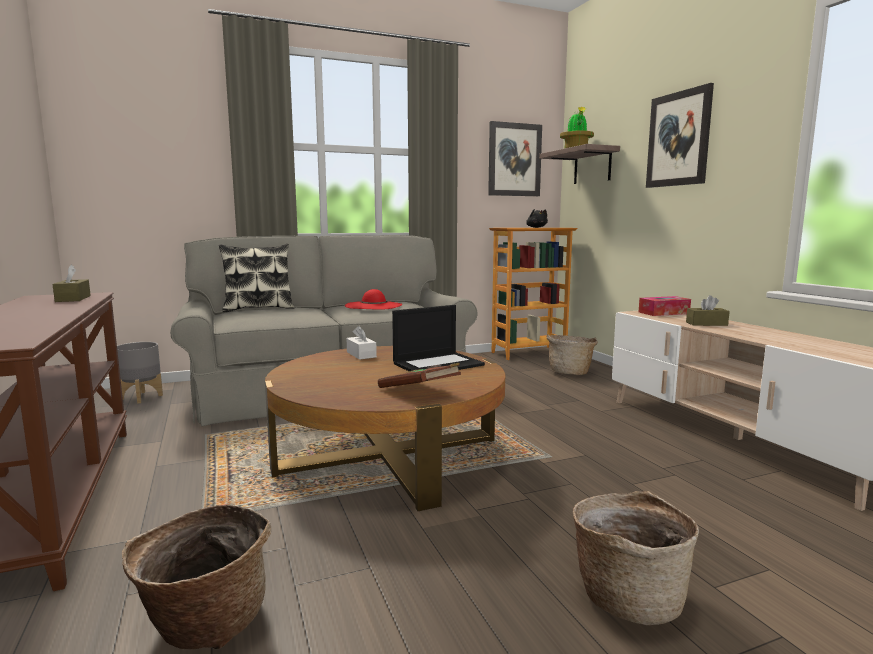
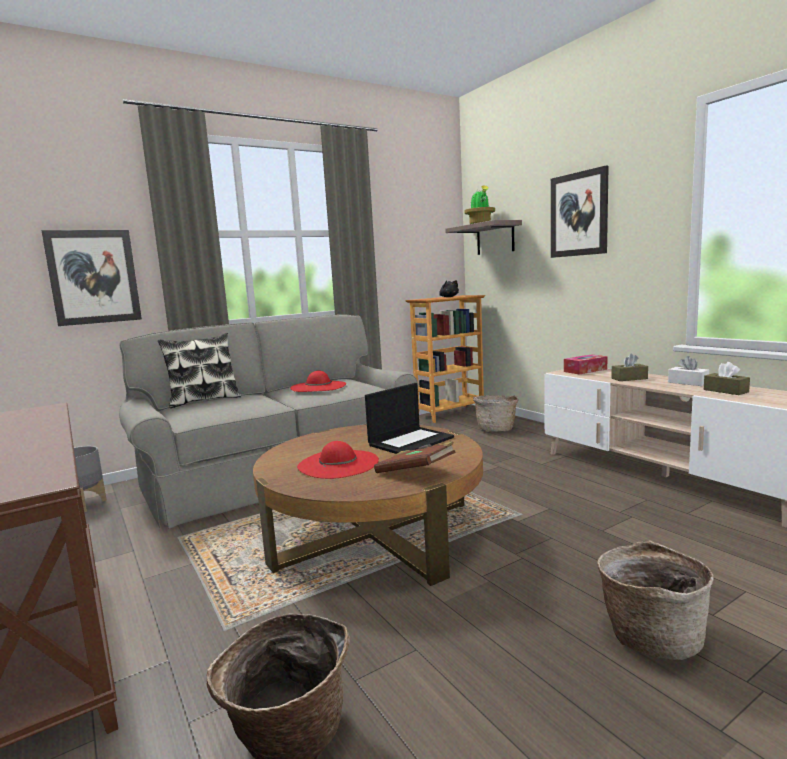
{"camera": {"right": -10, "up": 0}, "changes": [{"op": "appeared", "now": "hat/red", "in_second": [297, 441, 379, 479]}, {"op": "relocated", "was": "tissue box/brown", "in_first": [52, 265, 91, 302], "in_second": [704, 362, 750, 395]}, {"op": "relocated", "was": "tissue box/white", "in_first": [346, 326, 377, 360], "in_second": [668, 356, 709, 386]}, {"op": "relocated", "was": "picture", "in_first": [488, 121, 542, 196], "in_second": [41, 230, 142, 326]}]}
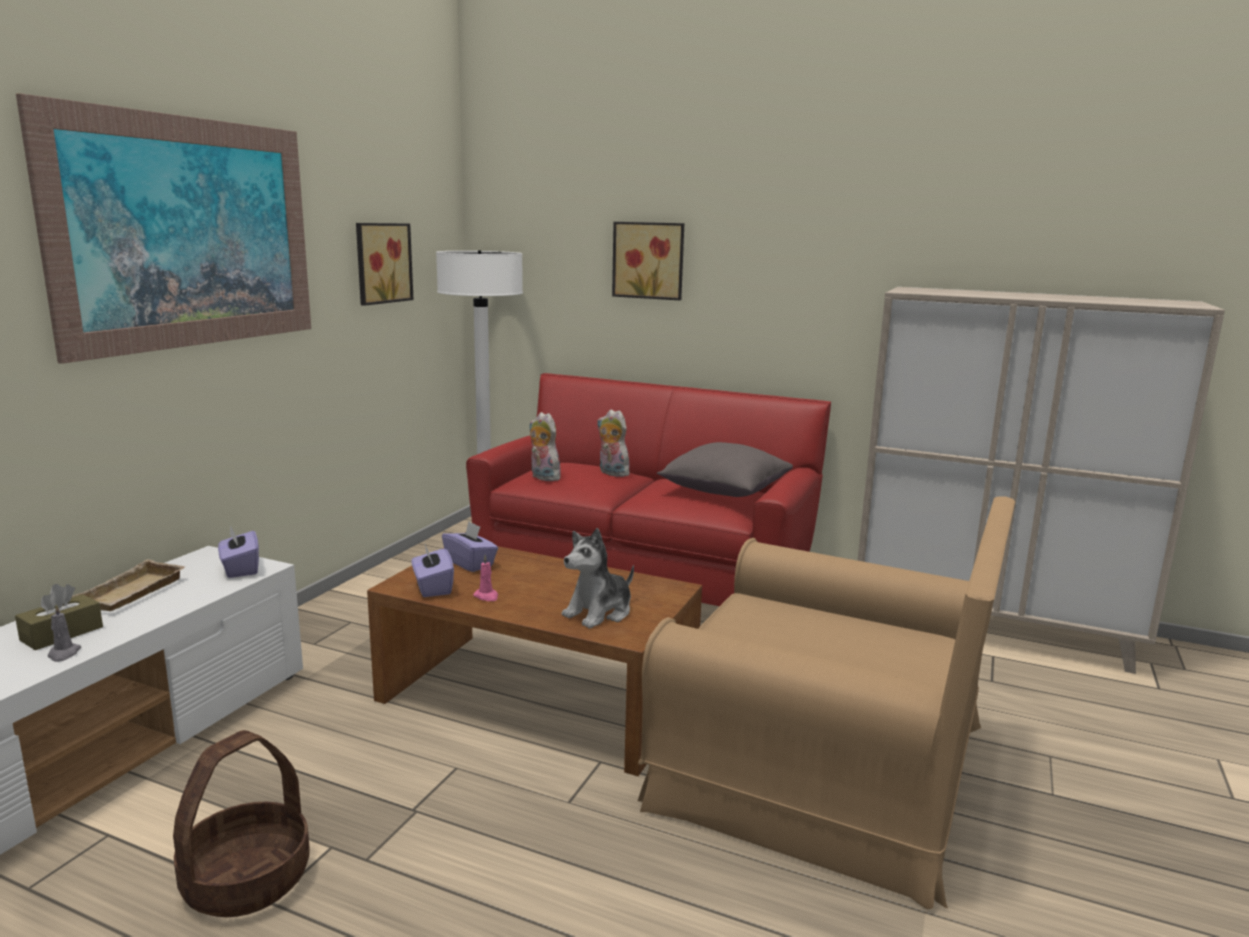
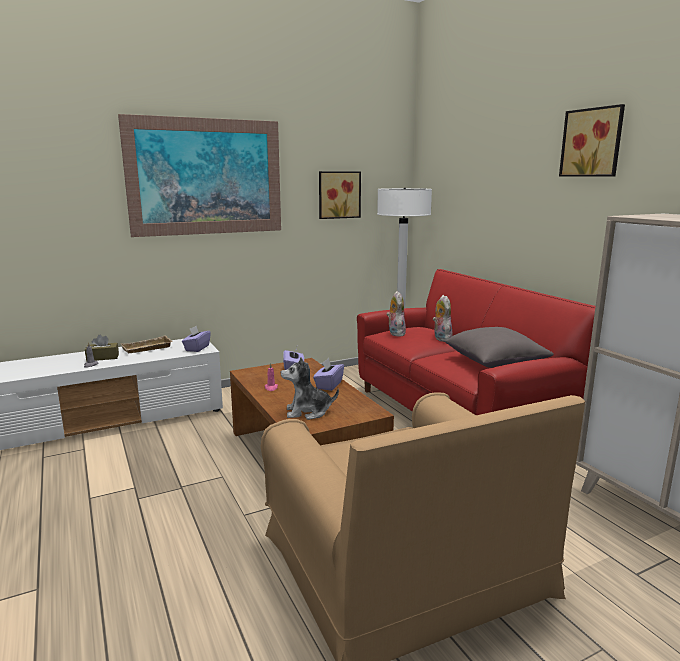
{"camera": {"right": 40, "up": 0}, "changes": [{"op": "missing", "was": "basket", "in_first": [173, 730, 310, 917]}, {"op": "relocated", "was": "tissue box/purple", "in_first": [411, 544, 454, 597], "in_second": [313, 358, 344, 391]}, {"op": "relocated", "was": "picture", "in_first": [612, 222, 684, 300], "in_second": [559, 104, 625, 177]}]}
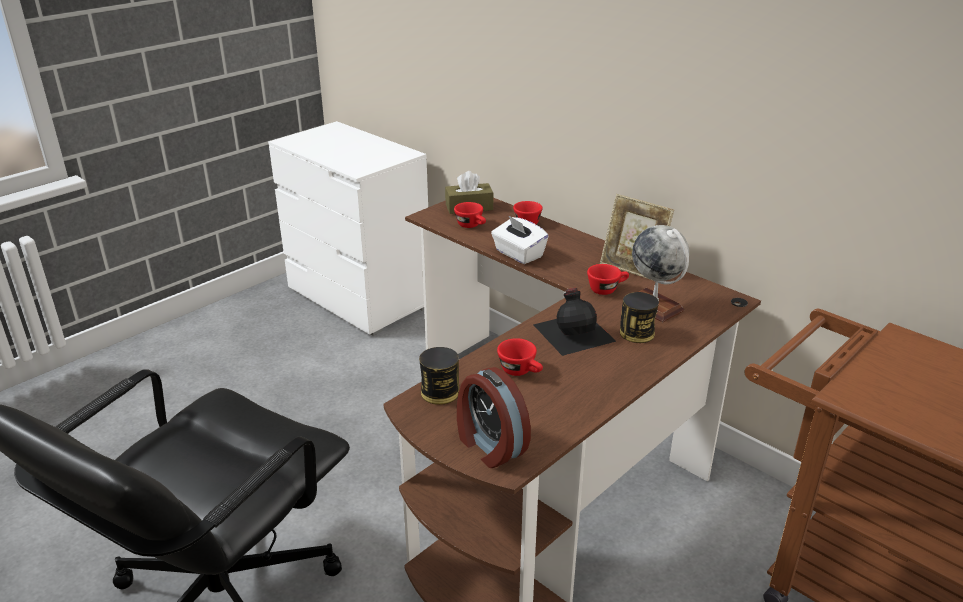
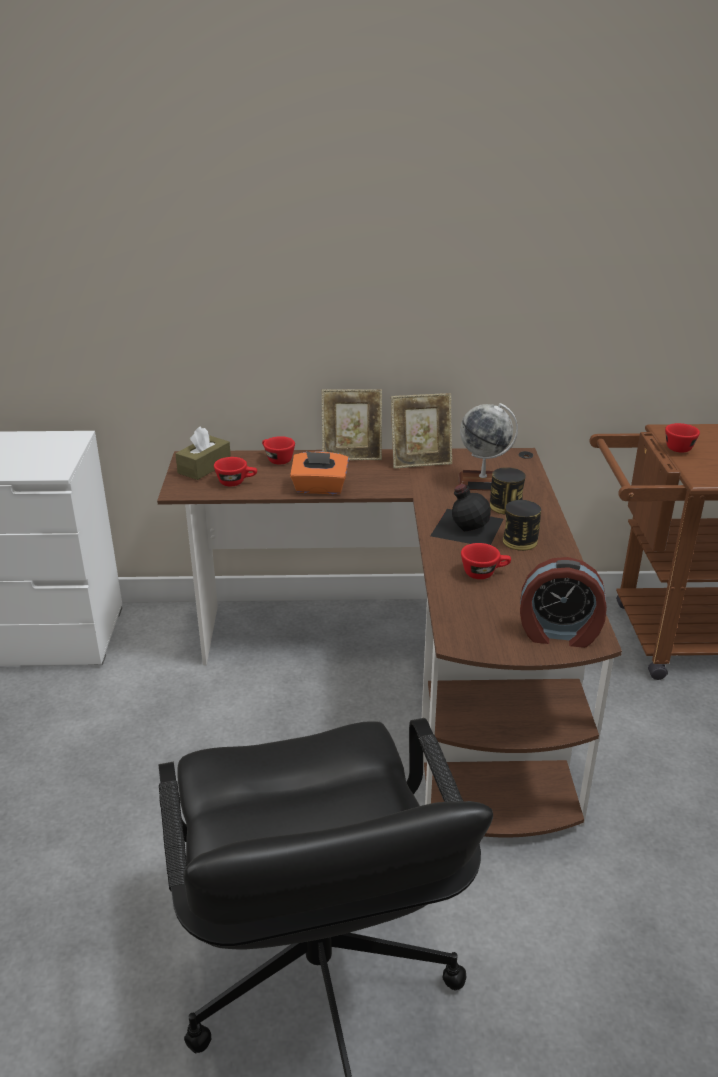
{"camera": {"right": -45, "up": 0}, "changes": [{"op": "appeared", "now": "picture frame", "in_second": [322, 389, 382, 460]}, {"op": "relocated", "was": "can", "in_first": [419, 347, 459, 405], "in_second": [502, 500, 541, 551]}, {"op": "relocated", "was": "cup/red", "in_first": [587, 264, 629, 295], "in_second": [665, 423, 700, 453]}, {"op": "colour", "was": "tissue box/white", "now": "tissue box/orange", "in_first": [491, 216, 548, 264], "in_second": [290, 451, 349, 494]}]}
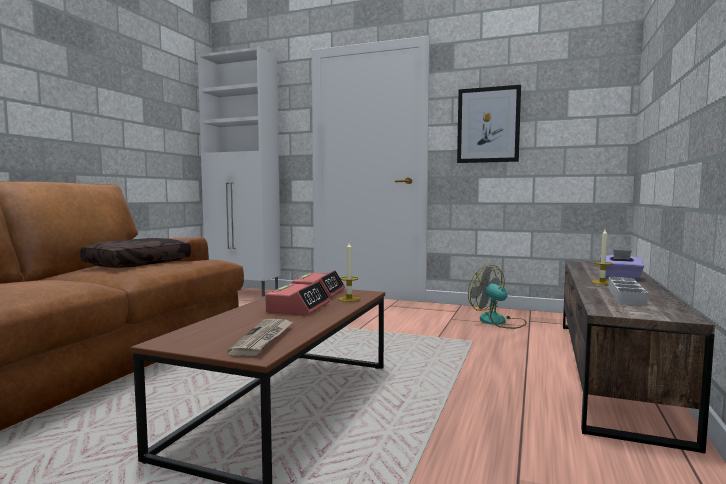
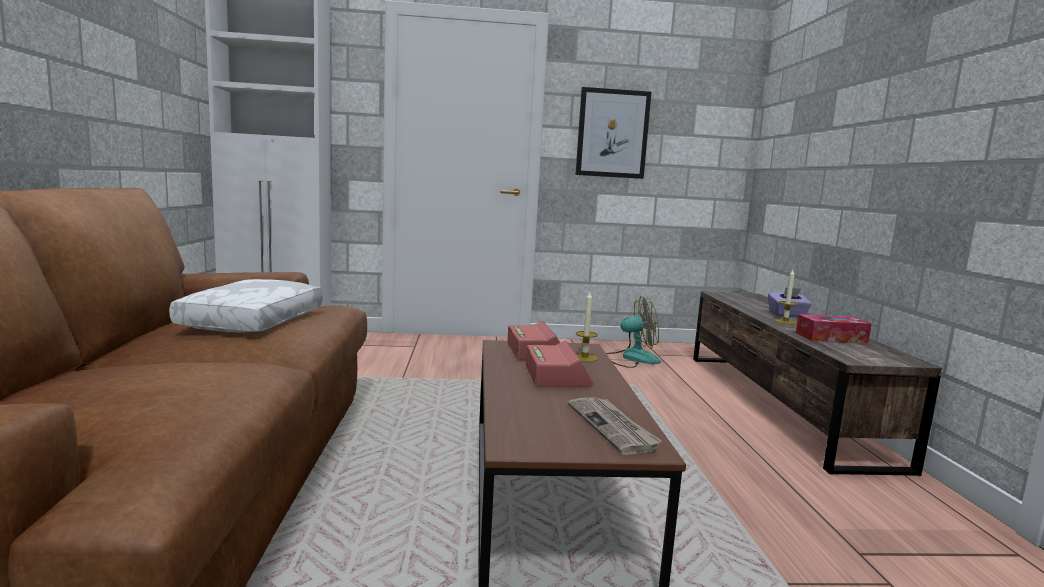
{"camera": {"right": -25, "up": 5}, "changes": [{"op": "exchanged", "was": "tray/grey", "now": "tissue box", "in_first": [608, 277, 648, 306], "in_second": [796, 314, 872, 343]}, {"op": "colour", "was": "pillow/brown", "now": "pillow/white", "in_first": [80, 238, 191, 268], "in_second": [169, 279, 323, 333]}, {"op": "spun", "was": "fan", "in_first": [468, 265, 527, 329], "in_second": [606, 296, 661, 368], "clockwise": 150}]}
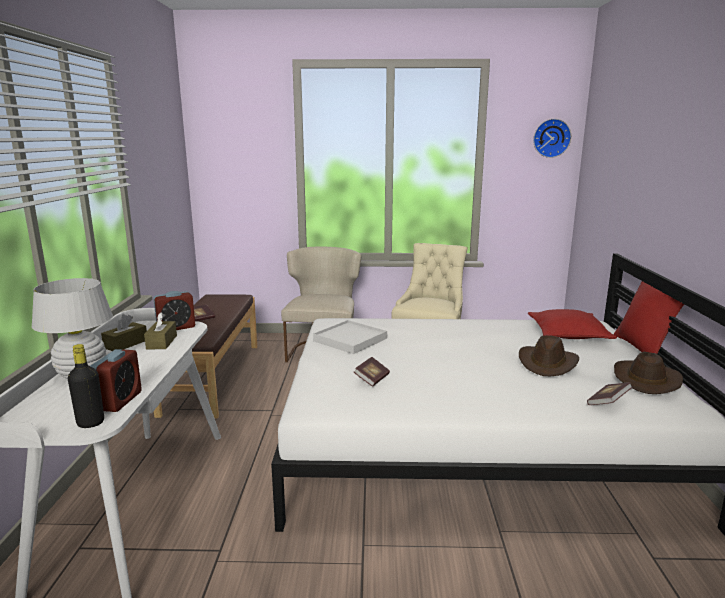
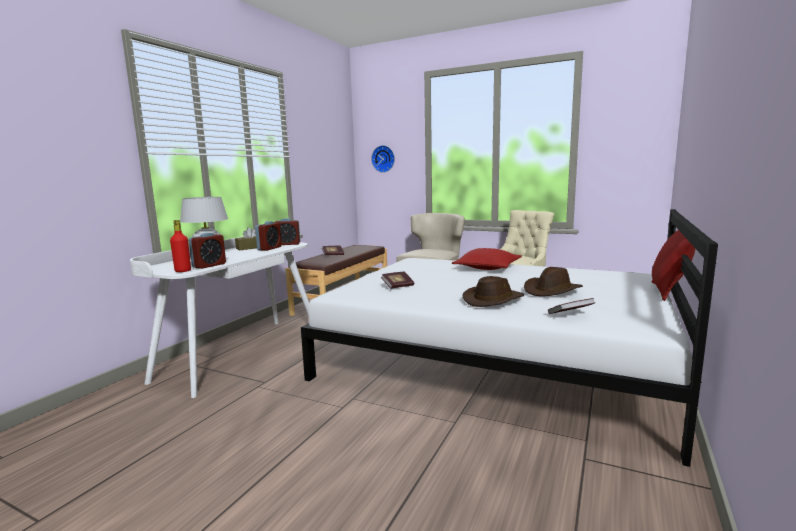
{"camera": {"right": 25, "up": -5}, "changes": [{"op": "missing", "was": "tray/white", "in_first": [313, 320, 387, 354]}, {"op": "relocated", "was": "pillow/red", "in_first": [528, 309, 617, 339], "in_second": [452, 248, 522, 270]}, {"op": "relocated", "was": "wall clock", "in_first": [533, 119, 571, 158], "in_second": [371, 145, 395, 173]}, {"op": "relocated", "was": "hat/brown", "in_first": [614, 352, 683, 394], "in_second": [462, 276, 524, 307]}, {"op": "exchanged", "was": "tissue box/brown", "now": "alarm clock", "in_first": [144, 312, 177, 350], "in_second": [255, 221, 282, 251]}, {"op": "colour", "was": "bottle/black", "now": "bottle/red", "in_first": [68, 344, 104, 428], "in_second": [170, 220, 191, 272]}]}
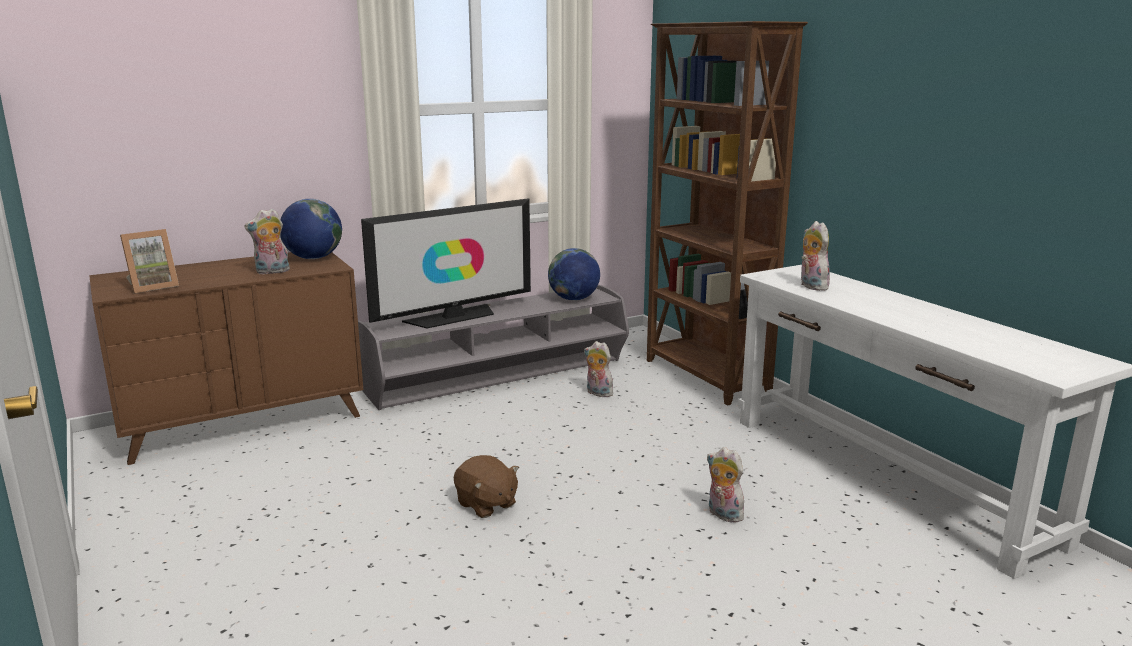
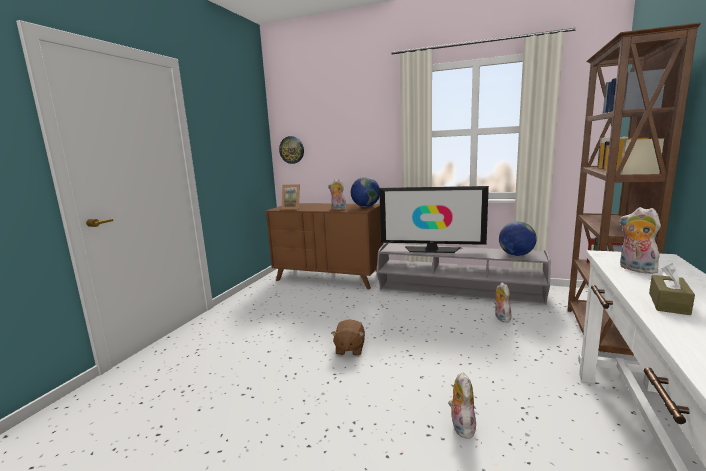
{"camera": {"right": 50, "up": -5}, "changes": [{"op": "appeared", "now": "wall clock", "in_second": [279, 136, 304, 164]}, {"op": "appeared", "now": "tissue box/brown", "in_second": [649, 263, 695, 315]}, {"op": "spun", "was": "plush toy", "in_first": [801, 221, 830, 291], "in_second": [620, 207, 661, 274], "clockwise": -60}]}
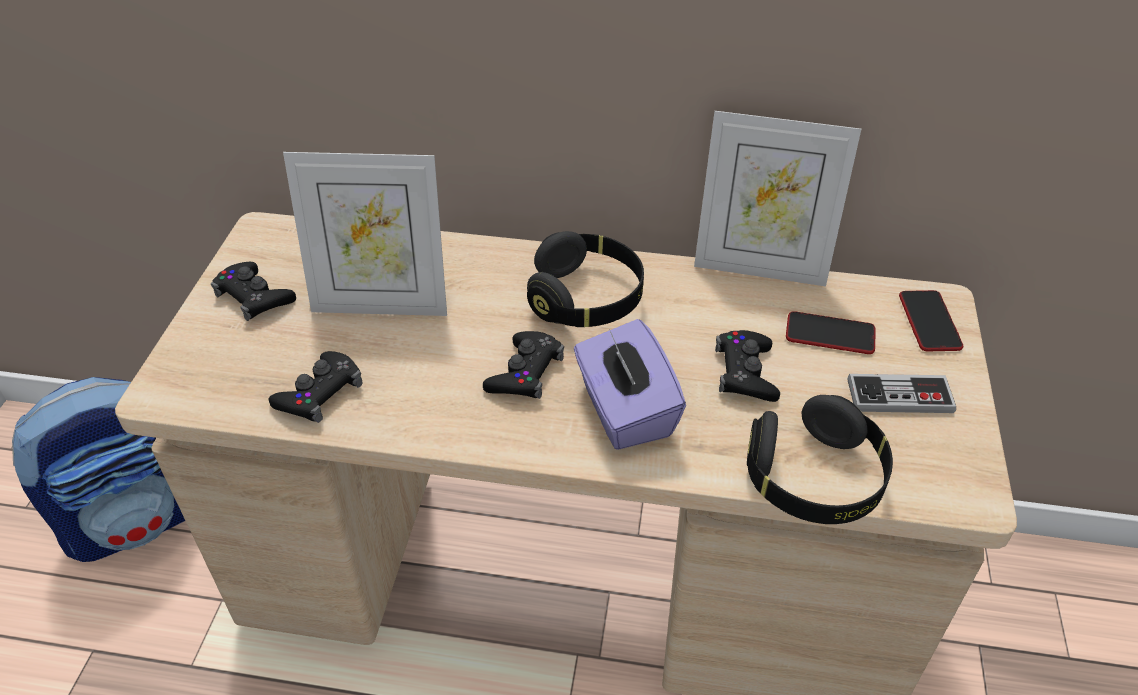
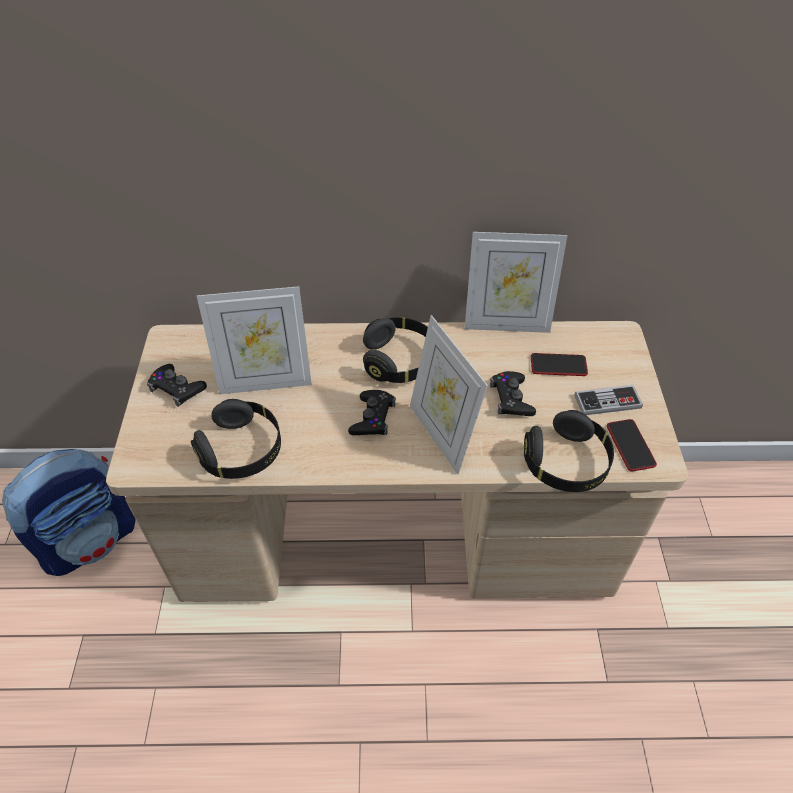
{"camera": {"right": -10, "up": 5}, "changes": [{"op": "relocated", "was": "phone", "in_first": [899, 290, 963, 351], "in_second": [607, 419, 657, 471]}, {"op": "exchanged", "was": "game controller/black", "now": "headphones/black", "in_first": [269, 351, 363, 423], "in_second": [191, 399, 281, 479]}, {"op": "exchanged", "was": "tissue box/purple", "now": "picture frame", "in_first": [574, 319, 686, 450], "in_second": [410, 315, 488, 475]}]}
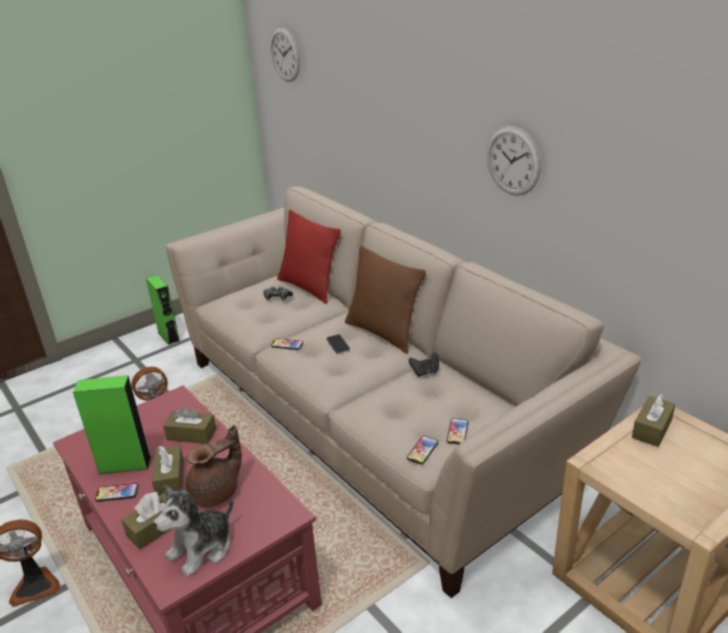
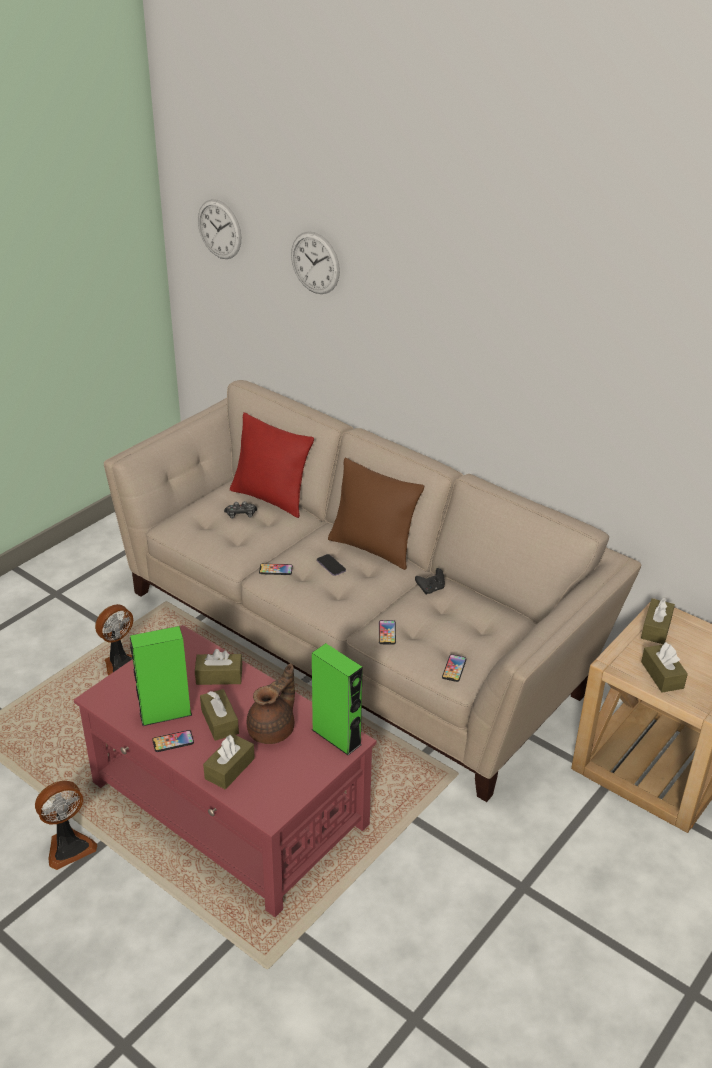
{"camera": {"right": -15, "up": 5}, "changes": [{"op": "missing", "was": "plush toy", "in_first": [153, 485, 234, 577]}, {"op": "appeared", "now": "tissue box/brown", "in_second": [641, 642, 688, 692]}, {"op": "relocated", "was": "speaker/green", "in_first": [146, 275, 180, 345], "in_second": [312, 643, 363, 755]}, {"op": "relocated", "was": "phone", "in_first": [446, 418, 469, 444], "in_second": [379, 620, 396, 645]}, {"op": "relocated", "was": "wall clock", "in_first": [487, 126, 541, 196], "in_second": [291, 231, 340, 294]}]}
